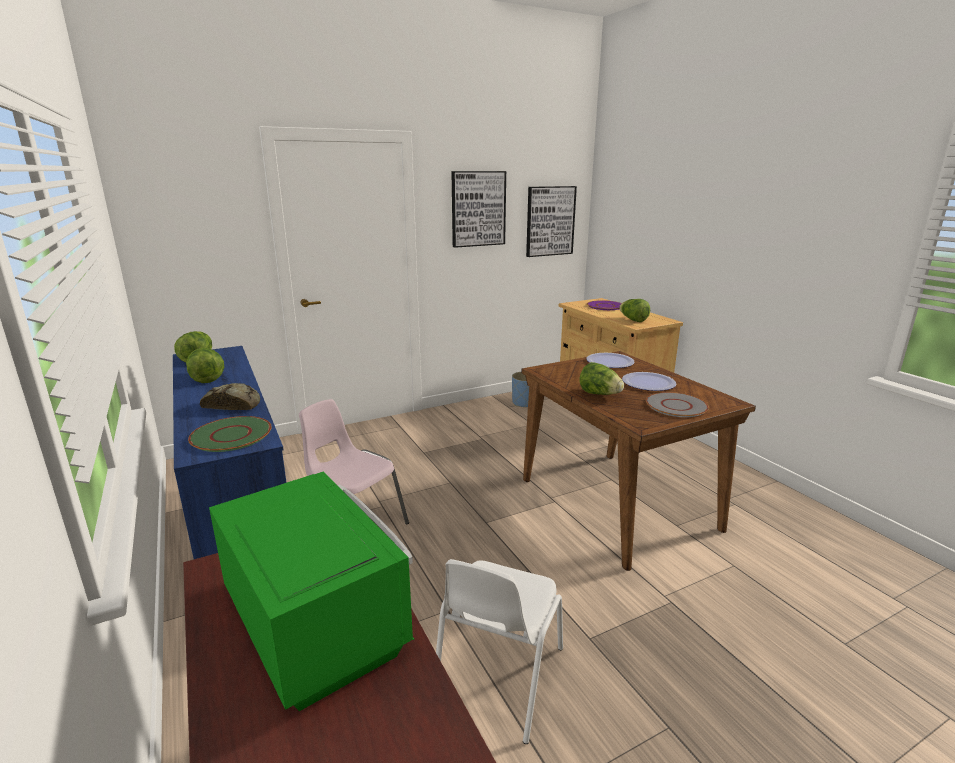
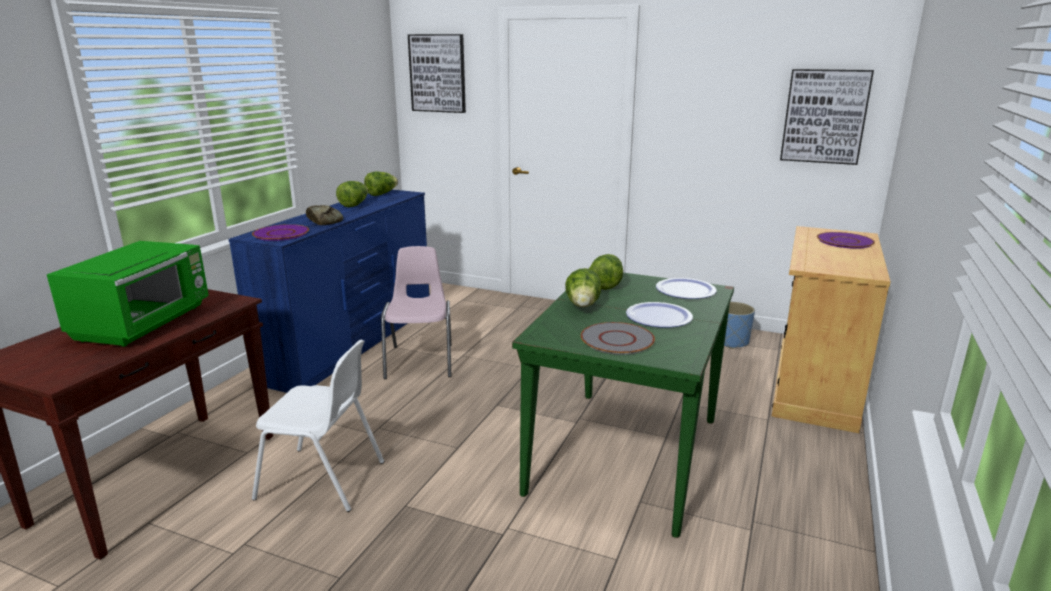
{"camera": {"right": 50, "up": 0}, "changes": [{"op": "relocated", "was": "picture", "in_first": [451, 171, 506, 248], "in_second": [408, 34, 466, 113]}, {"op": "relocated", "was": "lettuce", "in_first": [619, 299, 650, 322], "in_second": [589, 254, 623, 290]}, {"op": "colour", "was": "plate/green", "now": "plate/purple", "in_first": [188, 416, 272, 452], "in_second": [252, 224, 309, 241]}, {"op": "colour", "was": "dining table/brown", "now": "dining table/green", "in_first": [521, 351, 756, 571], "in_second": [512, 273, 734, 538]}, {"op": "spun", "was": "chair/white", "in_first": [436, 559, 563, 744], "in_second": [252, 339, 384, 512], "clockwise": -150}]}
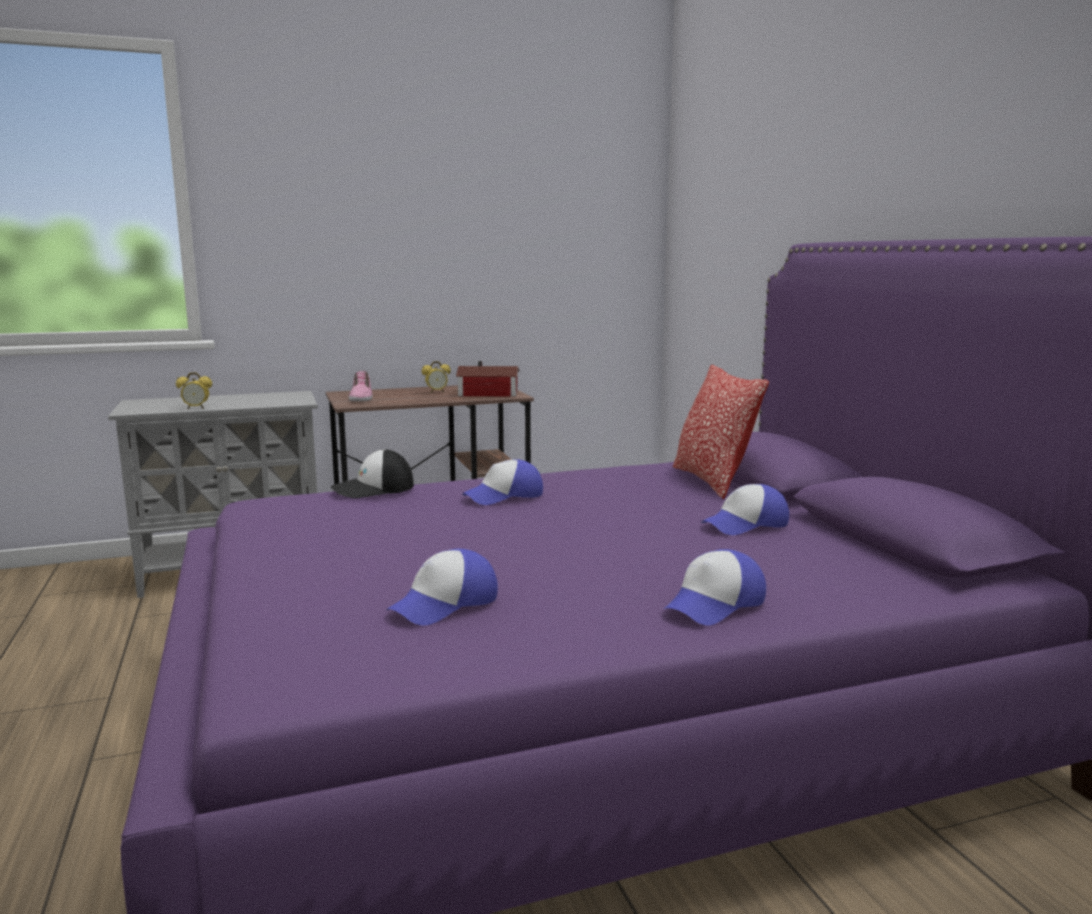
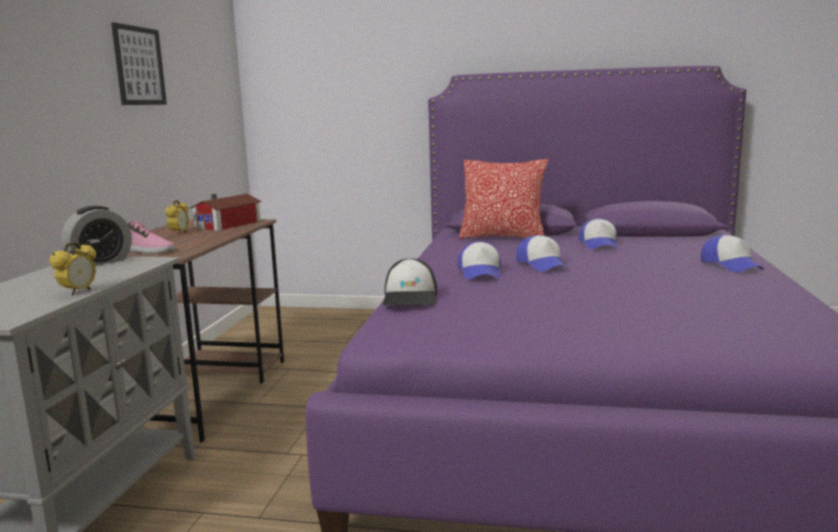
{"camera": {"right": -60, "up": 0}, "changes": [{"op": "appeared", "now": "alarm clock", "in_second": [61, 206, 132, 266]}, {"op": "appeared", "now": "picture", "in_second": [111, 22, 167, 105]}, {"op": "relocated", "was": "cap", "in_first": [386, 549, 498, 625], "in_second": [516, 235, 567, 272]}]}
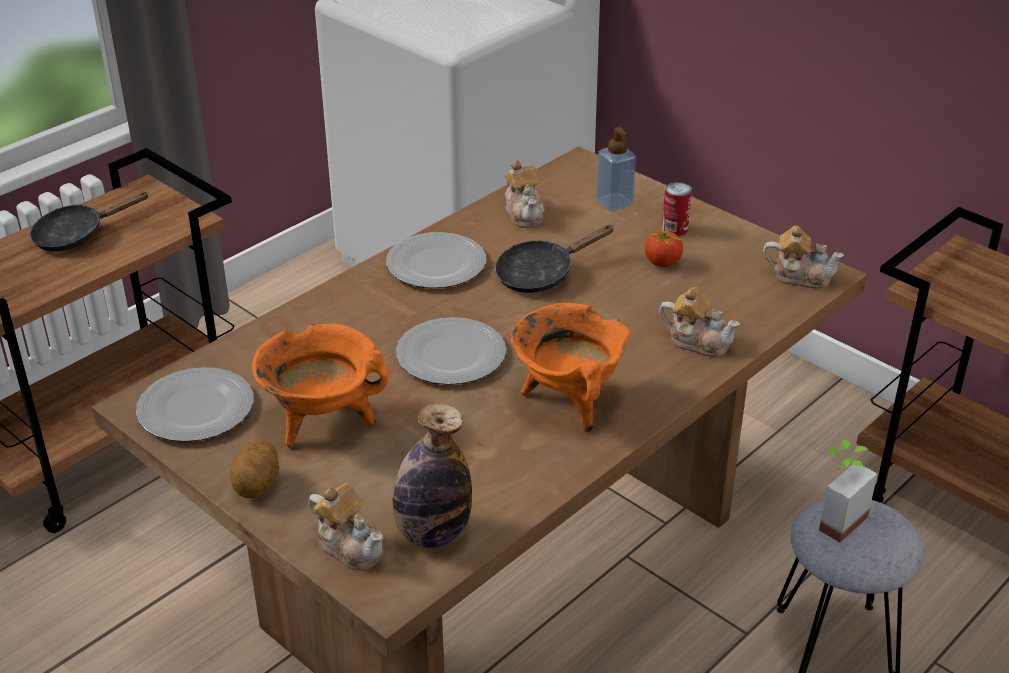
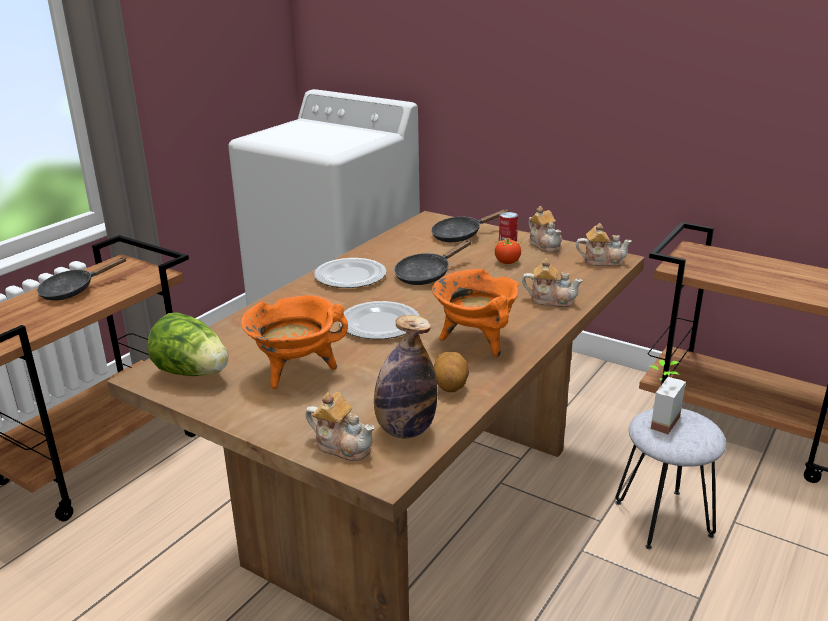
{"camera": {"right": -10, "up": -10}, "changes": [{"op": "relocated", "was": "potato", "in_first": [230, 440, 279, 498], "in_second": [434, 352, 469, 392]}, {"op": "relocated", "was": "teapot", "in_first": [505, 160, 545, 228], "in_second": [528, 206, 562, 252]}, {"op": "exchanged", "was": "plate", "now": "lettuce", "in_first": [136, 367, 254, 442], "in_second": [147, 312, 228, 376]}, {"op": "exchanged", "was": "soap dispenser", "now": "frying pan/black", "in_first": [596, 127, 636, 211], "in_second": [431, 209, 509, 242]}]}
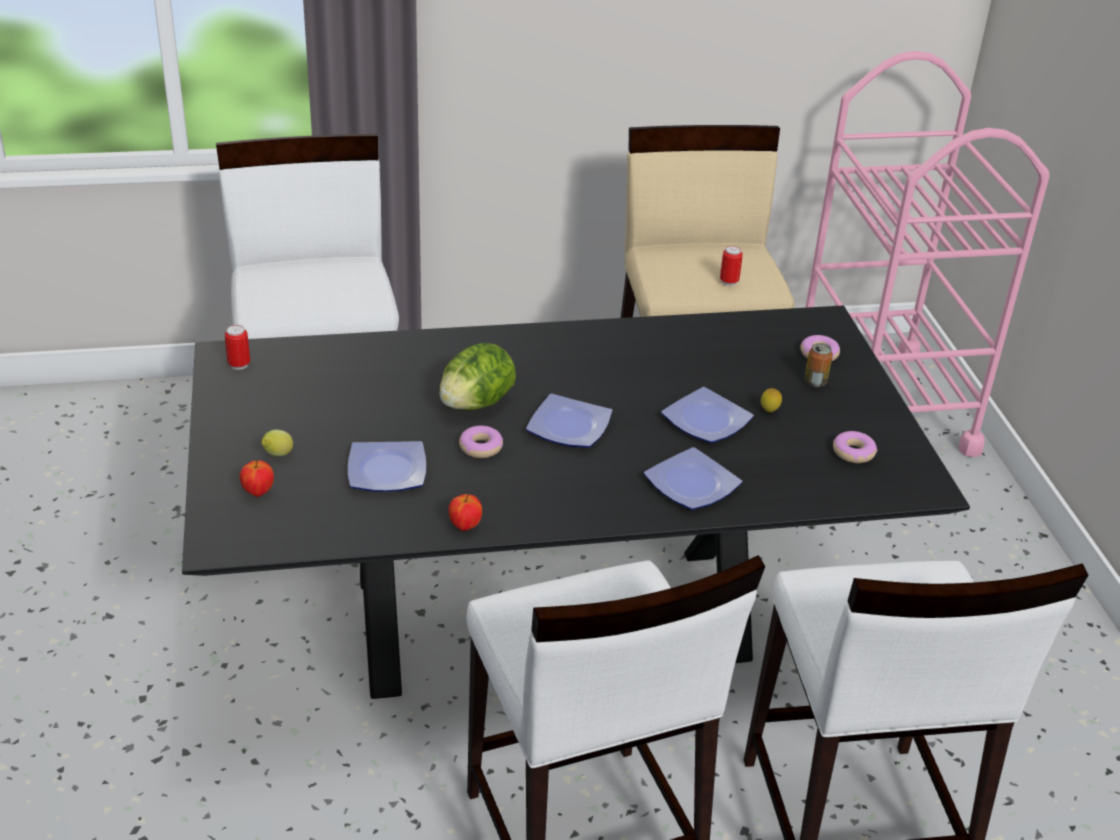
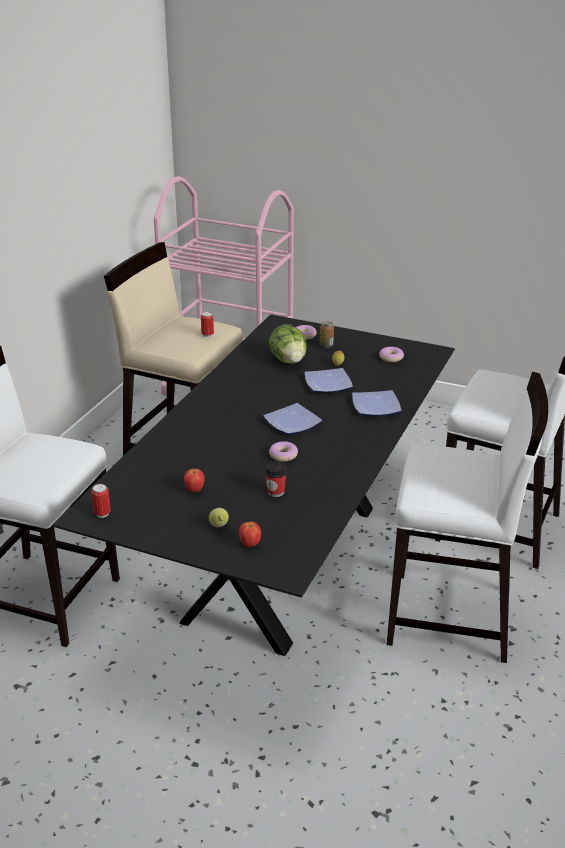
{"camera": {"right": -55, "up": -5}, "changes": [{"op": "relocated", "was": "lettuce", "in_first": [439, 343, 516, 410], "in_second": [269, 324, 307, 364]}, {"op": "relocated", "was": "apple", "in_first": [449, 494, 482, 531], "in_second": [184, 468, 205, 492]}, {"op": "exchanged", "was": "plate", "now": "cup", "in_first": [348, 441, 426, 492], "in_second": [265, 461, 287, 497]}]}
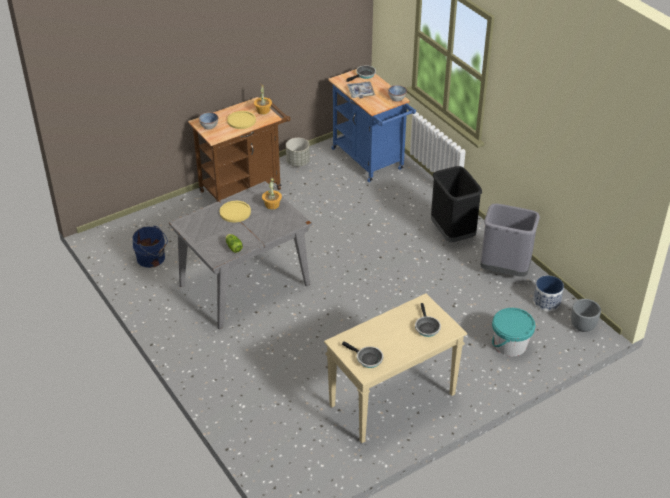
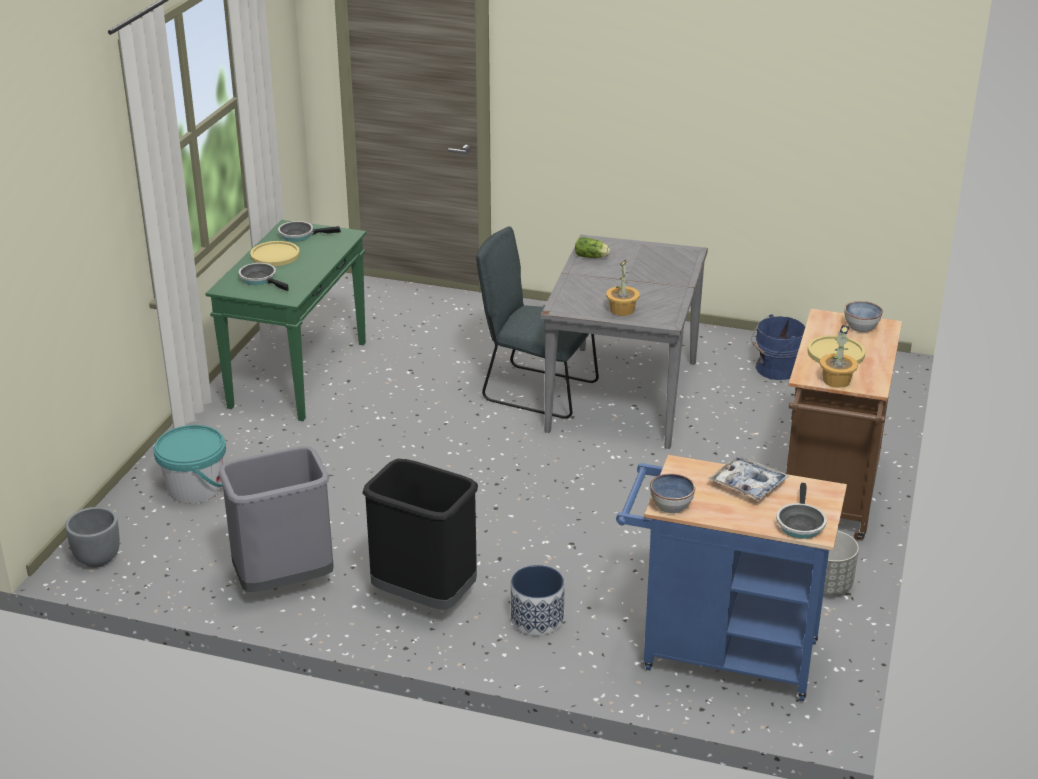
{"camera": {"right": 140, "up": -10}, "changes": [{"op": "appeared", "now": "chair/grey", "in_second": [476, 226, 599, 419]}, {"op": "relocated", "was": "plate/yellow", "in_first": [220, 201, 251, 222], "in_second": [250, 241, 300, 266]}, {"op": "relocated", "was": "planter", "in_first": [533, 276, 564, 311], "in_second": [511, 565, 564, 635]}, {"op": "colour", "was": "console table/beige", "now": "console table/green", "in_first": [324, 293, 467, 443], "in_second": [205, 220, 366, 421]}]}
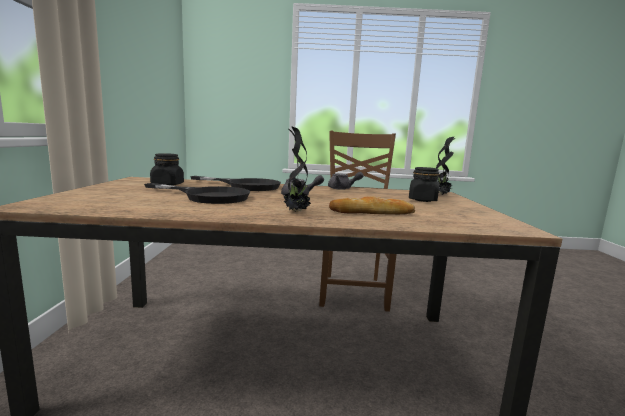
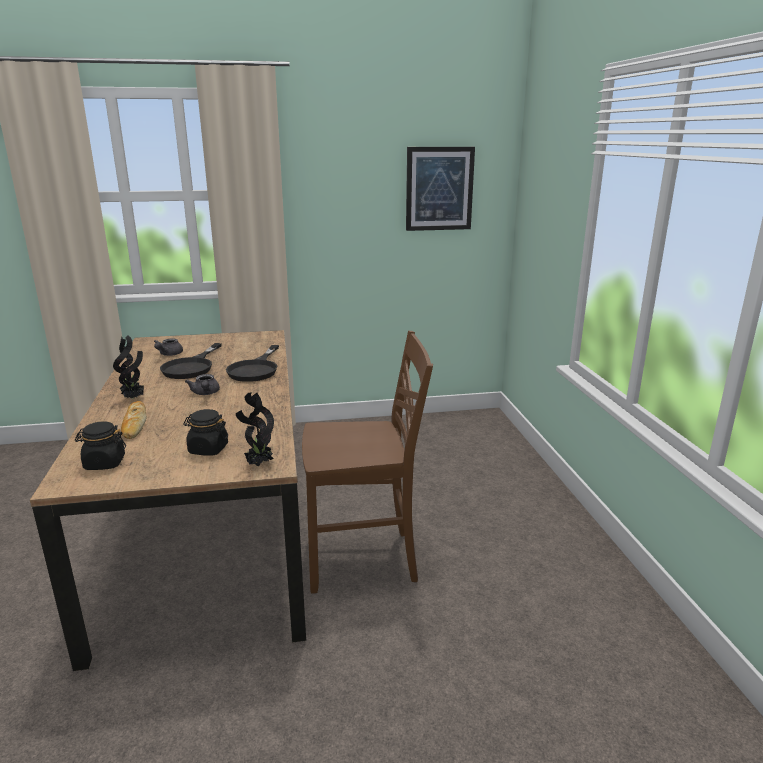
{"camera": {"right": 80, "up": 10}, "changes": [{"op": "appeared", "now": "picture", "in_second": [406, 147, 475, 231]}, {"op": "relocated", "was": "jar/black", "in_first": [150, 153, 184, 186], "in_second": [75, 421, 126, 470]}, {"op": "relocated", "was": "teapot/grey", "in_first": [328, 172, 364, 190], "in_second": [154, 338, 183, 356]}]}
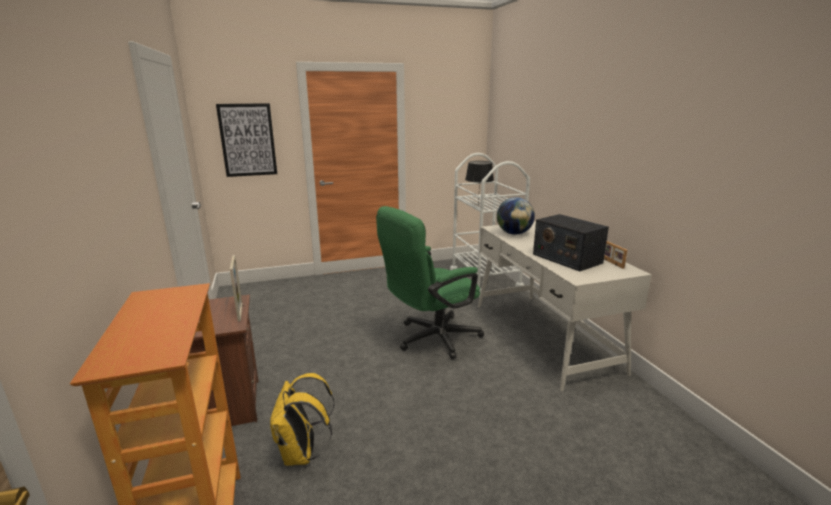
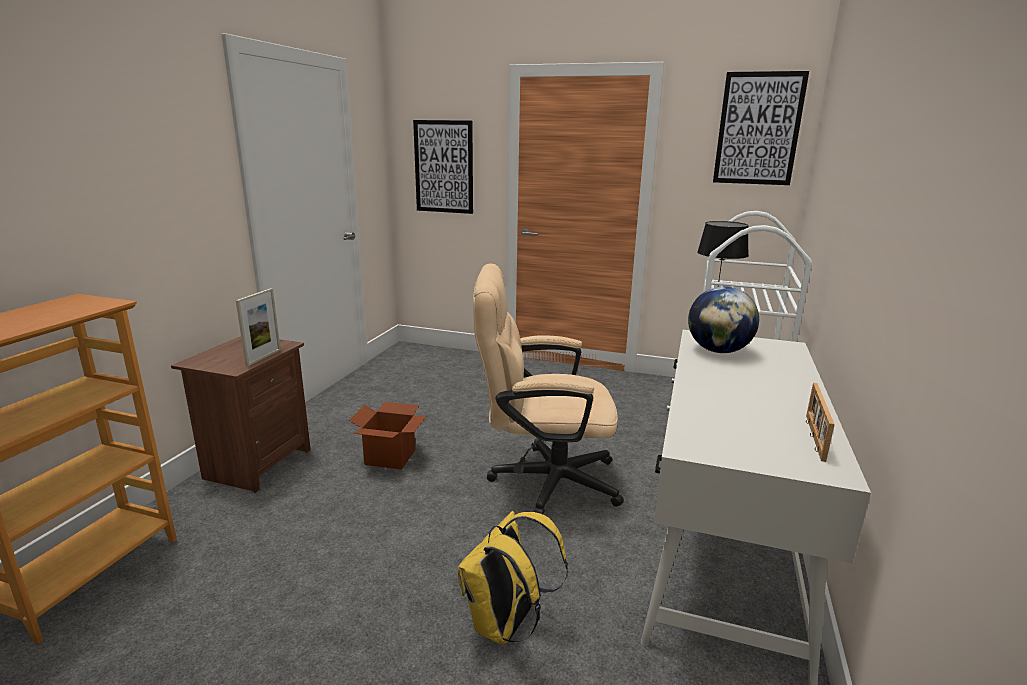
{"camera": {"right": 35, "up": 0}, "changes": [{"op": "missing", "was": "radio", "in_first": [533, 214, 609, 271]}, {"op": "appeared", "now": "cardboard box", "in_second": [349, 402, 427, 470]}, {"op": "appeared", "now": "picture", "in_second": [713, 71, 809, 185]}, {"op": "relocated", "was": "backpack/yellow", "in_first": [270, 373, 335, 466], "in_second": [457, 511, 568, 644]}, {"op": "colour", "was": "office chair/green", "now": "office chair/beige", "in_first": [376, 206, 484, 359], "in_second": [473, 263, 624, 515]}]}
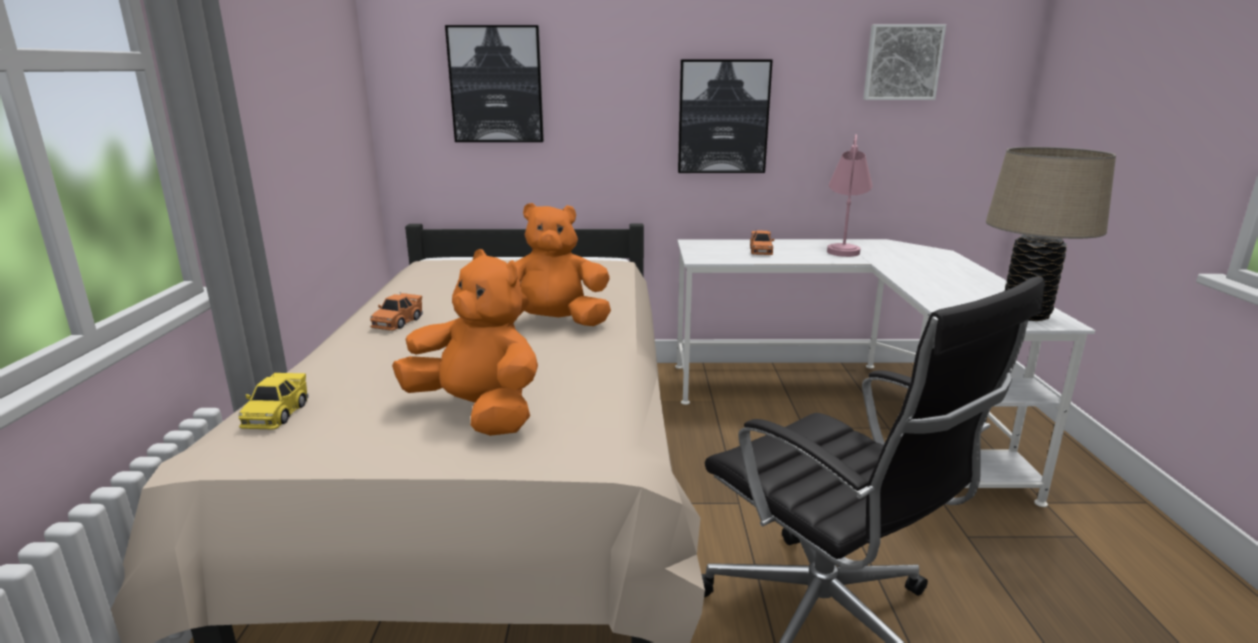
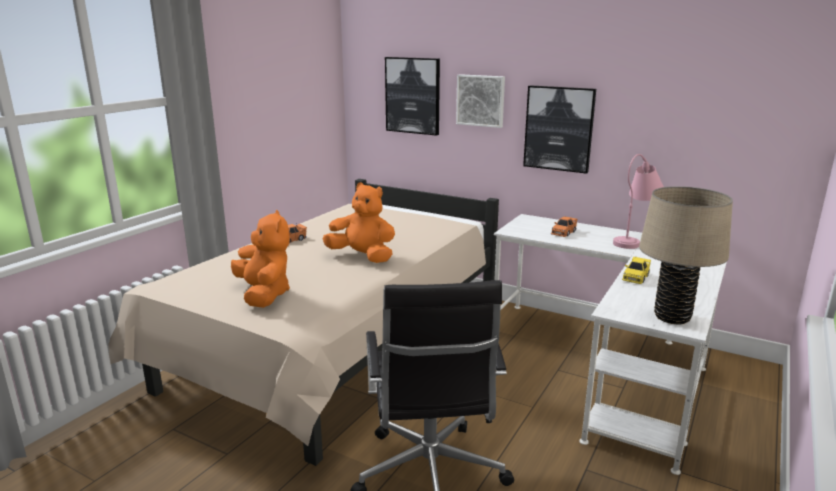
{"camera": {"right": 30, "up": 0}, "changes": [{"op": "relocated", "was": "toy car/yellow", "in_first": [239, 372, 309, 429], "in_second": [622, 257, 651, 284]}, {"op": "relocated", "was": "picture", "in_first": [863, 24, 946, 100], "in_second": [456, 74, 505, 128]}]}
